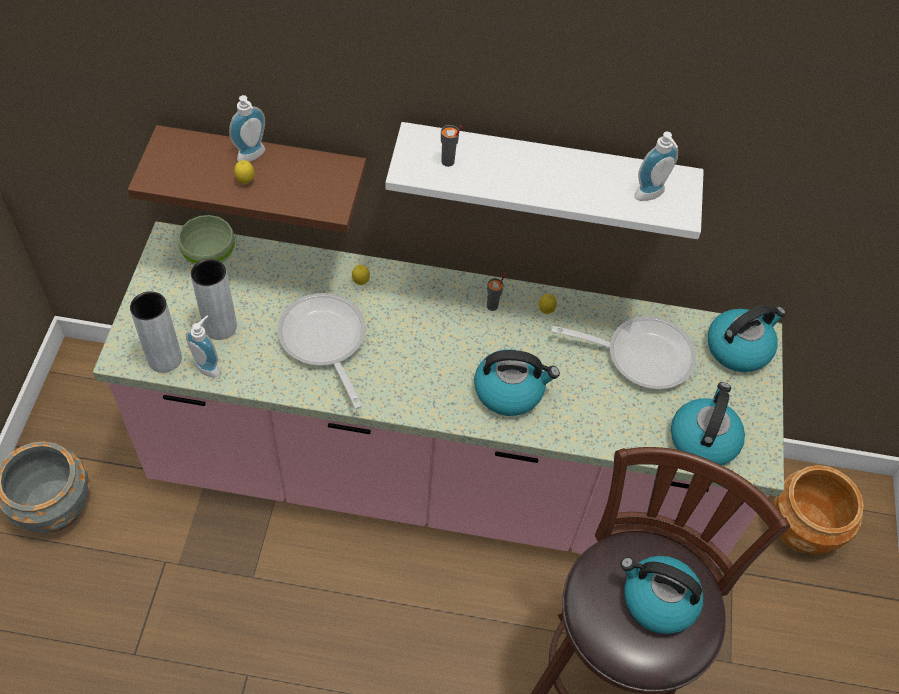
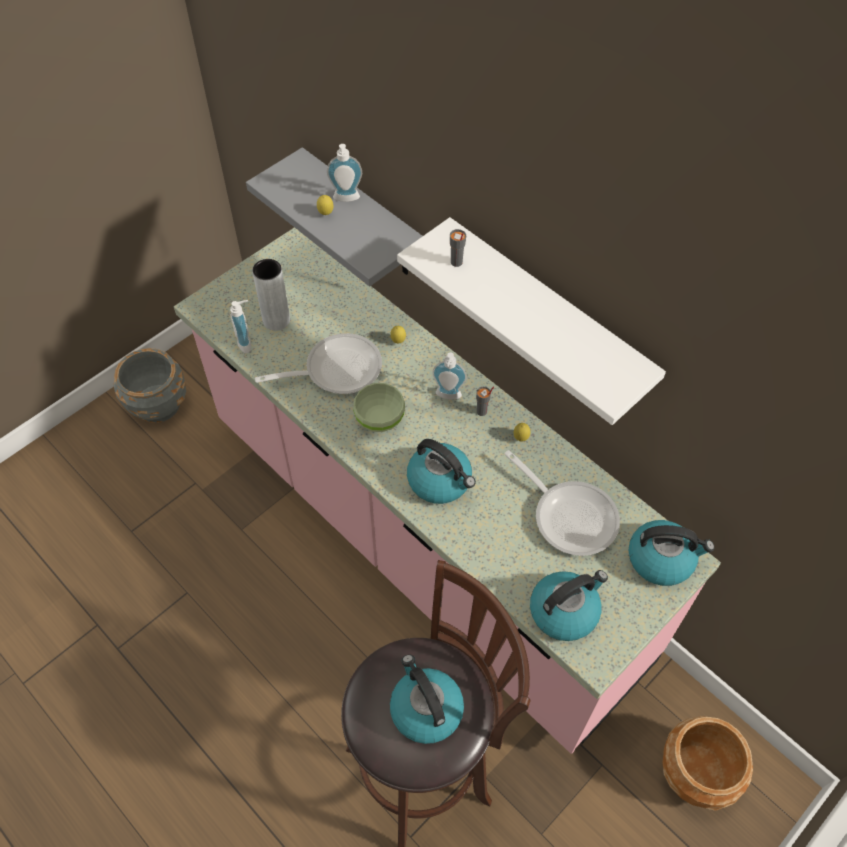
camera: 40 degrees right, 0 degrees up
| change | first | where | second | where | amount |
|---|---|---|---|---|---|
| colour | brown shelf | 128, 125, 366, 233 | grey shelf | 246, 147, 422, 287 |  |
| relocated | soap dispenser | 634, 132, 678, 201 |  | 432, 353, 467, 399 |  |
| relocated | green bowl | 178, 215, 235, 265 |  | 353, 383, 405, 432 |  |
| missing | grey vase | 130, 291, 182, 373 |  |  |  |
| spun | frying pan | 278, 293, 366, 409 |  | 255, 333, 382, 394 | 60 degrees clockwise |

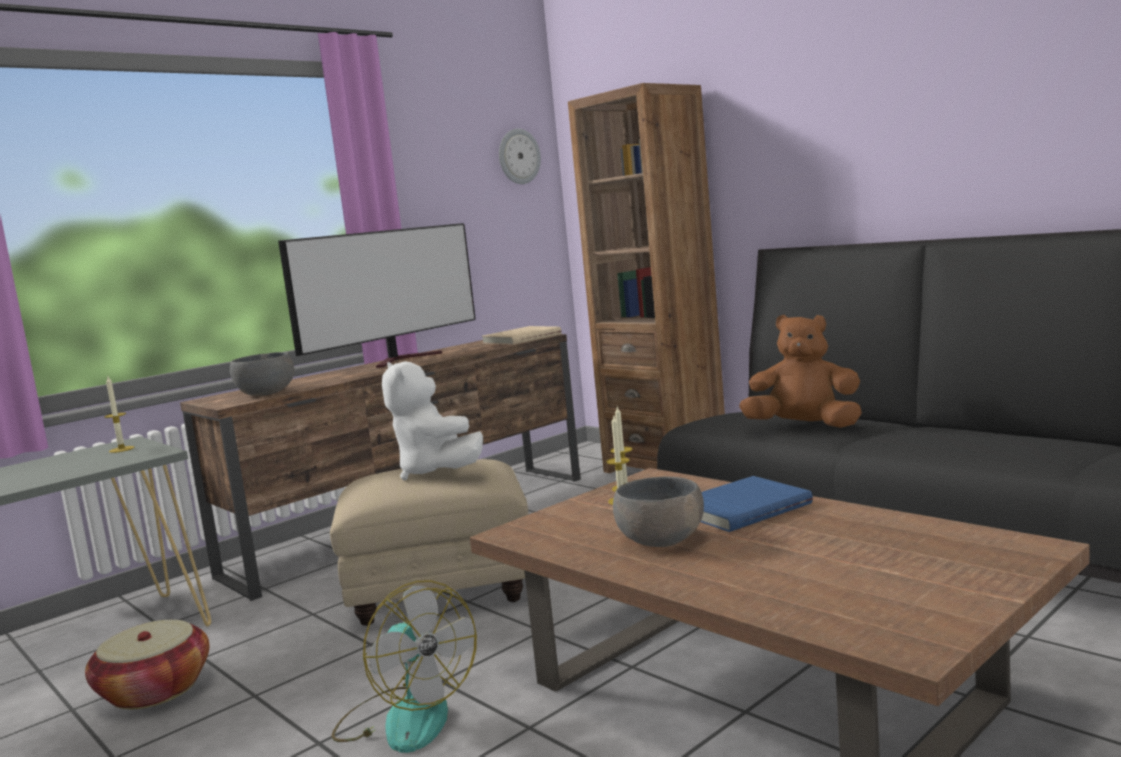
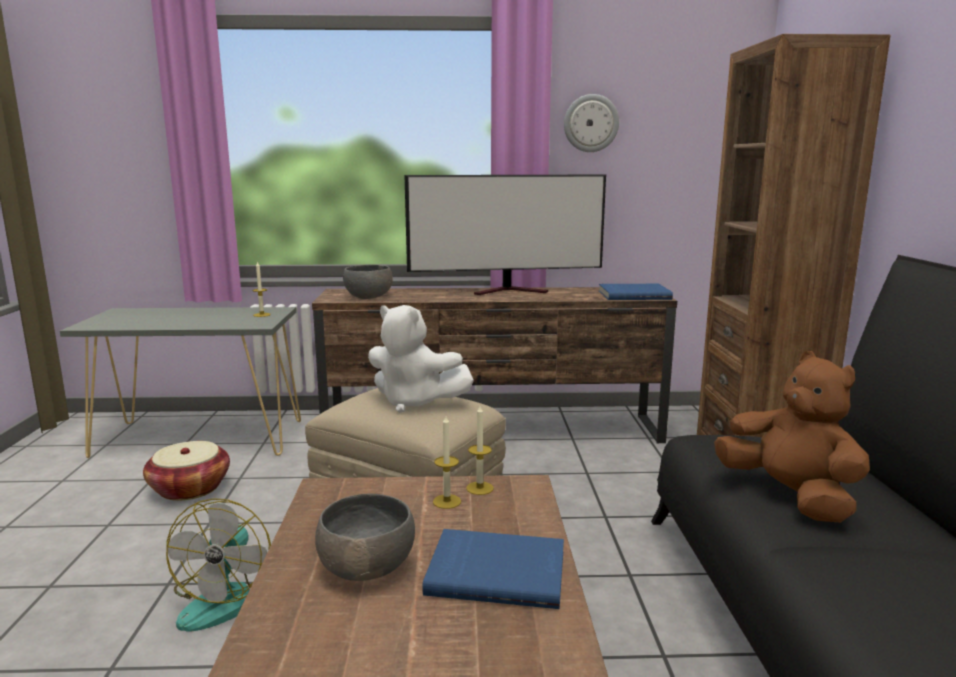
camera: 40 degrees right, 5 degrees up
| change | first | where | second | where | amount |
|---|---|---|---|---|---|
| relocated | wall clock | 499, 129, 541, 184 |  | 564, 94, 619, 152 |  |
| colour | beige book | 482, 326, 561, 345 | blue book | 599, 284, 673, 300 |  |
| spun | white plush toy | 382, 361, 483, 481 |  | 368, 305, 474, 413 | 75 degrees counterclockwise |

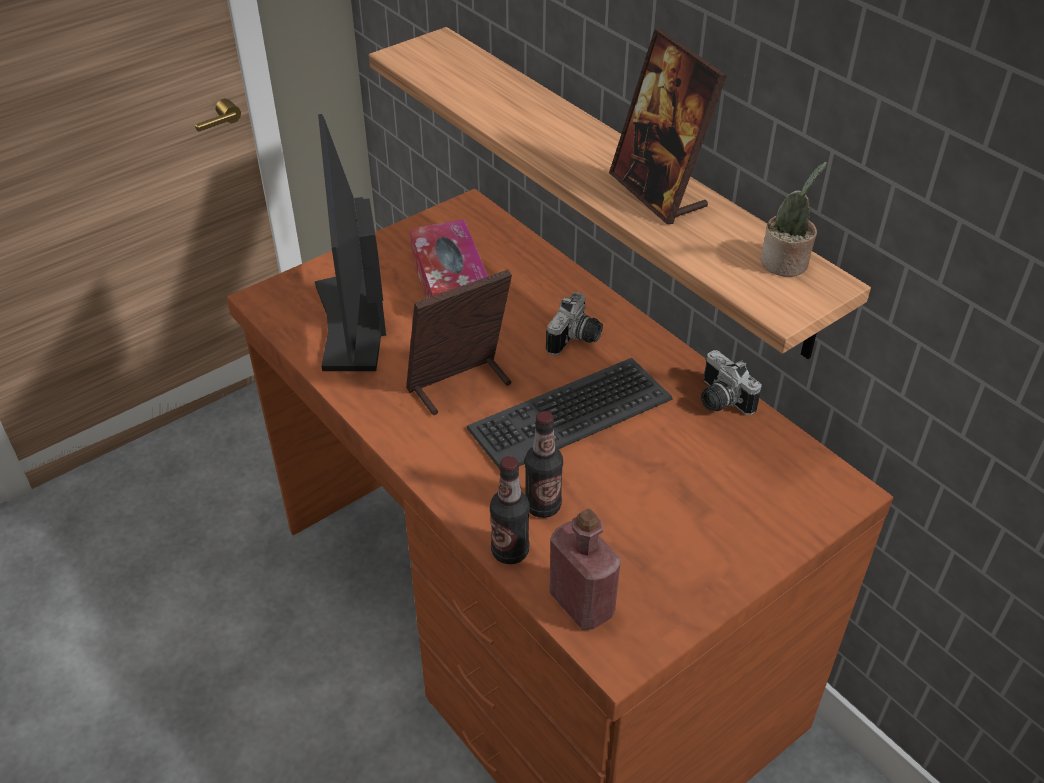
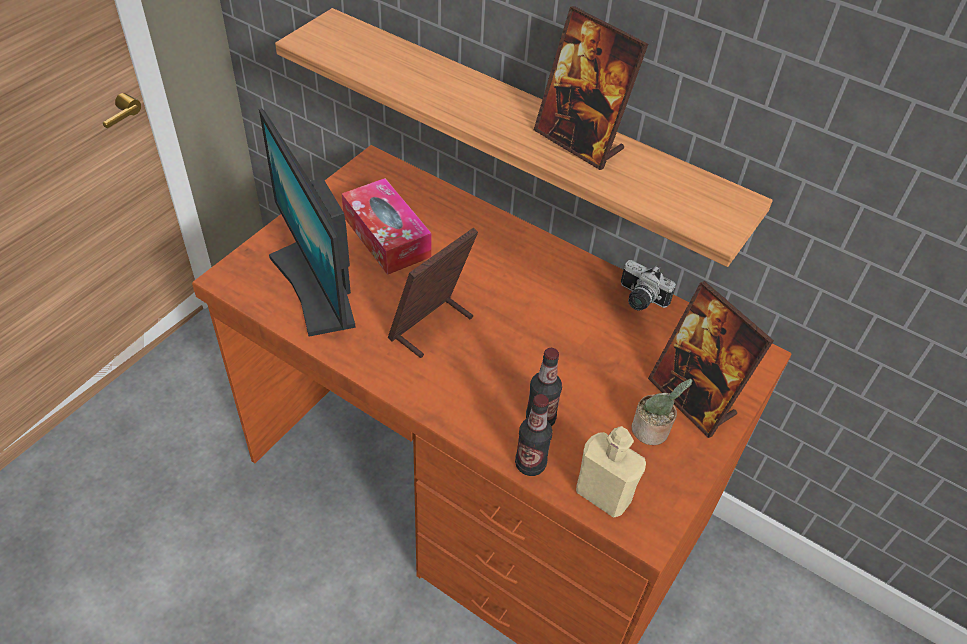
camera: 20 degrees left, 5 degrees up
| change | first | where | second | where | amount |
|---|---|---|---|---|---|
| relocated | potted plant | 761, 162, 827, 277 |  | 631, 379, 693, 445 |  |
| missing | photo camera | 546, 292, 603, 355 |  |  |  |
| missing | keyboard | 467, 358, 673, 469 |  |  |  |
| colour | red bottle | 550, 509, 621, 630 | beige bottle | 576, 426, 646, 518 |  |
| appeared |  |  | picture frame | 648, 281, 774, 438 |  |

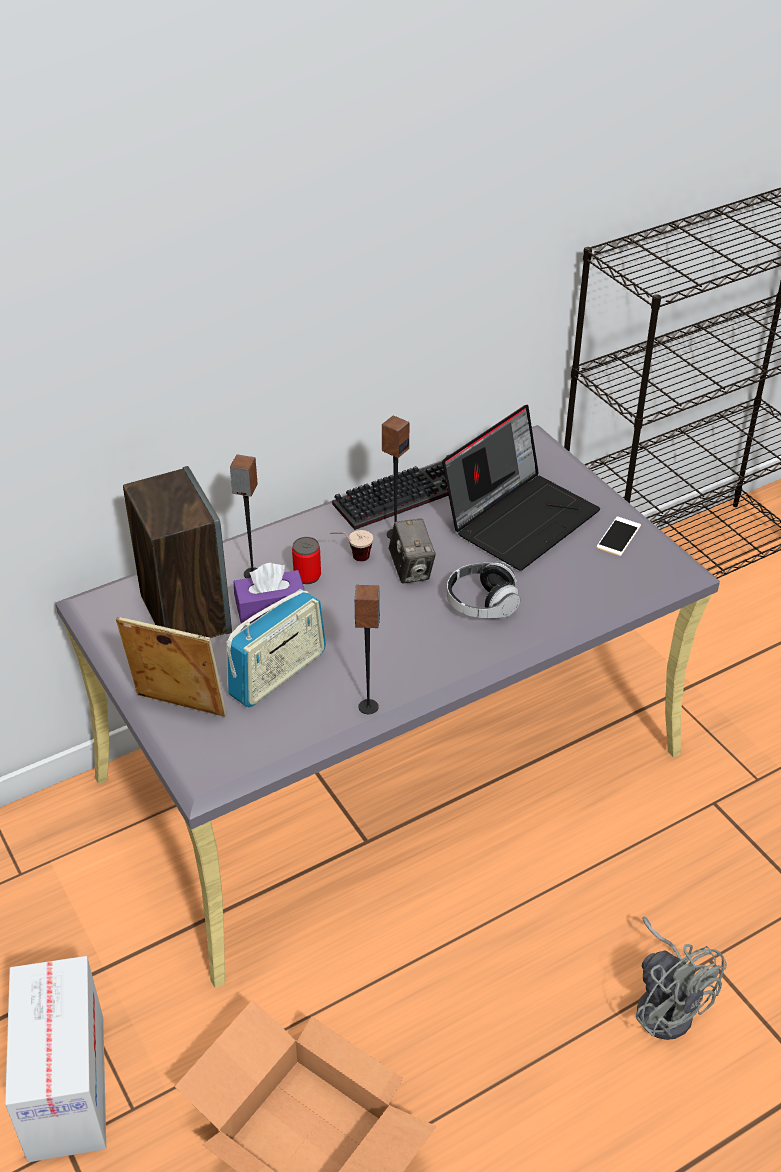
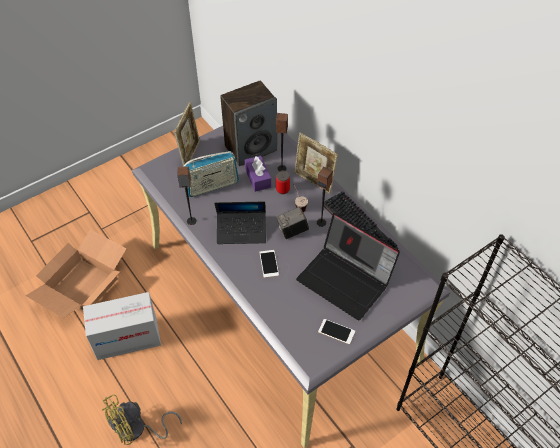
camera: 85 degrees right, 10 degrees up
| change | first | where | second | where | amount |
|---|---|---|---|---|---|
| exchanged | headphones | 447, 562, 520, 618 | phone | 259, 250, 279, 278 |  |
| spun | radio | 226, 589, 326, 707 |  | 184, 151, 239, 197 | 60 degrees counterclockwise |
| colour | grey fan | 636, 916, 727, 1040 | yellow fan | 102, 394, 182, 445 |  |
| relocated | cardboard box | 5, 956, 106, 1162 |  | 83, 292, 161, 360 |  |
| appeared |  |  | picture frame | 295, 132, 338, 194 |  |
| appeared |  |  | laptop | 214, 202, 266, 244 |  |

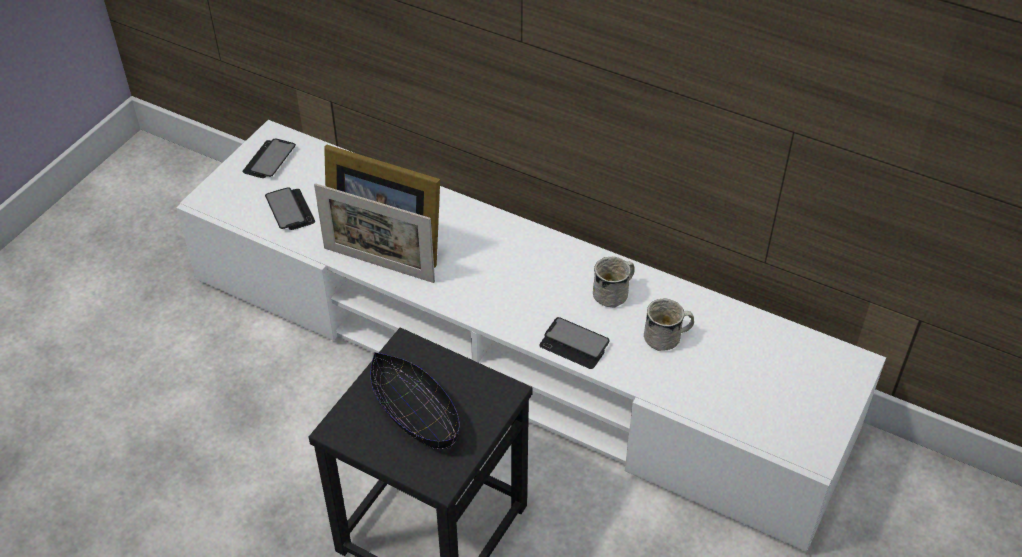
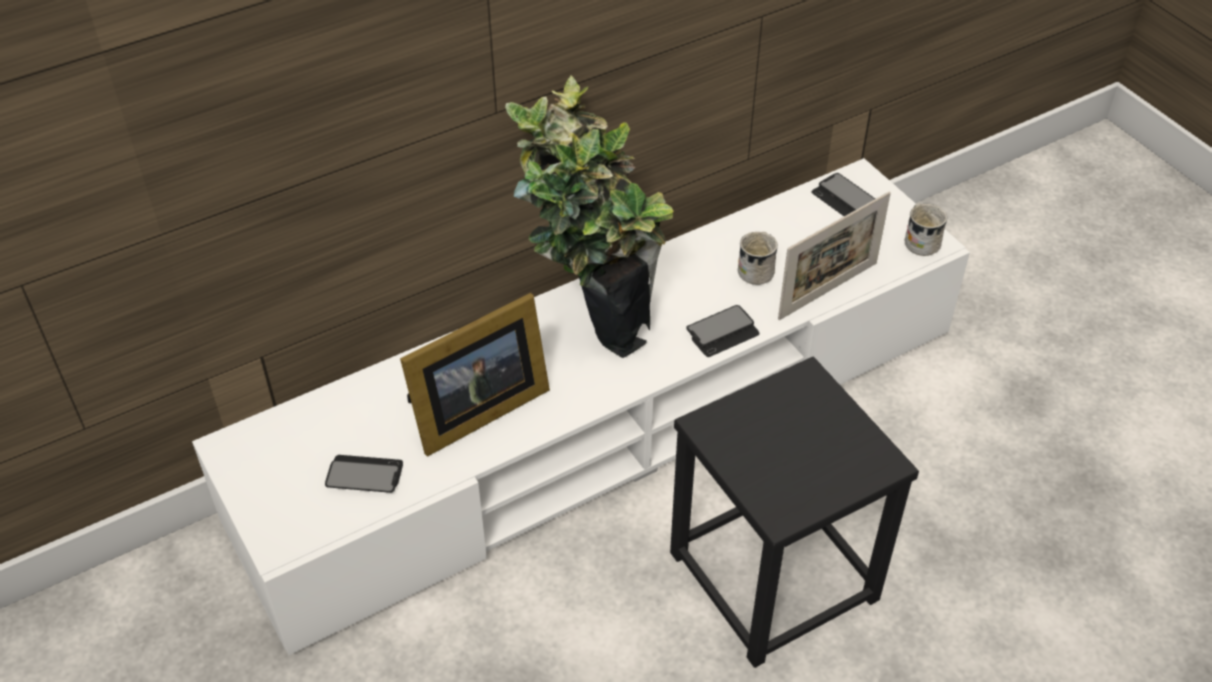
camera: 60 degrees left, 0 degrees up
| change | first | where | second | where | amount |
|---|---|---|---|---|---|
| relocated | phone | 243, 139, 296, 178 |  | 811, 173, 875, 216 |  |
| relocated | picture frame | 314, 183, 435, 283 |  | 778, 192, 891, 320 |  |
| relocated | white mug | 593, 257, 635, 308 |  | 905, 204, 947, 256 |  |
| missing | black bowl | 370, 352, 459, 449 |  |  |  |
| appeared |  |  | potted plant | 505, 75, 674, 358 |  |

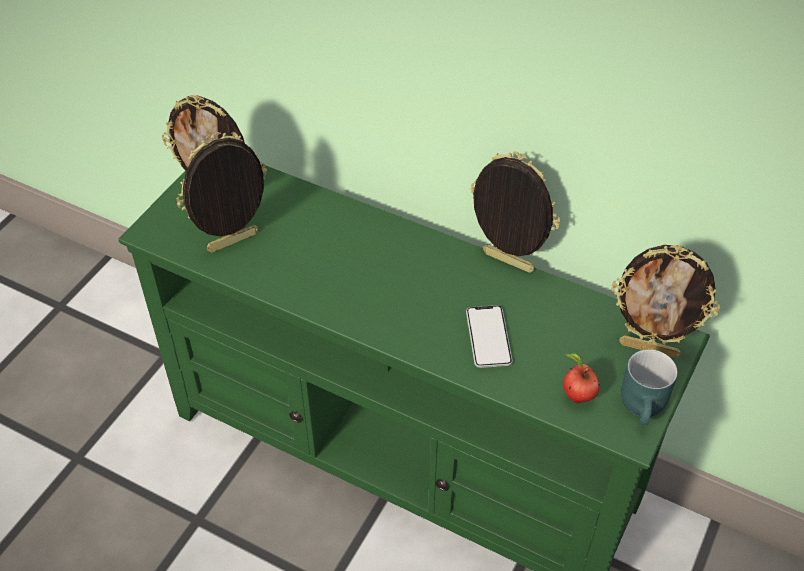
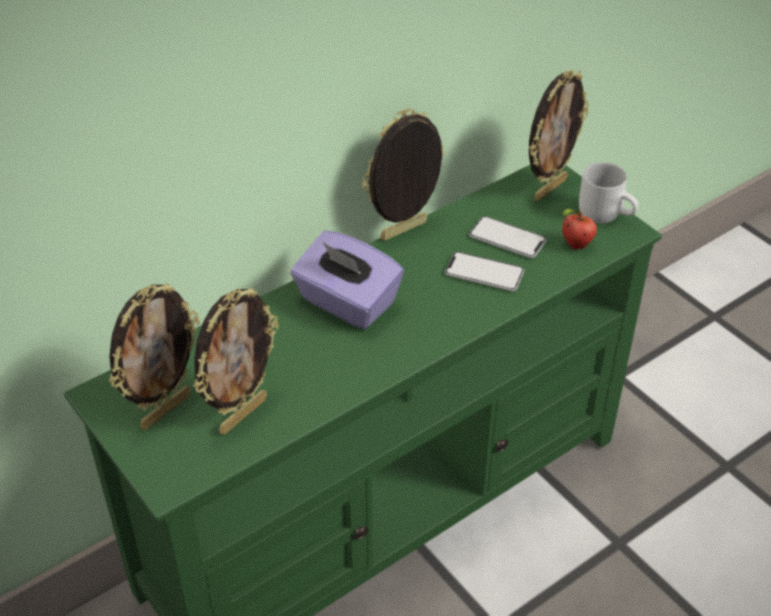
camera: 65 degrees left, 5 degrees down
| change | first | where | second | where | amount |
|---|---|---|---|---|---|
| spun | picture frame | 176, 132, 267, 252 |  | 194, 287, 279, 435 | 135 degrees counterclockwise |
| colour | turquoise mug | 621, 349, 678, 425 | white mug | 579, 162, 638, 223 |  |
| appeared |  |  | phone | 469, 216, 547, 258 |  |
| appeared |  |  | purple tissue box | 290, 230, 404, 329 |  |

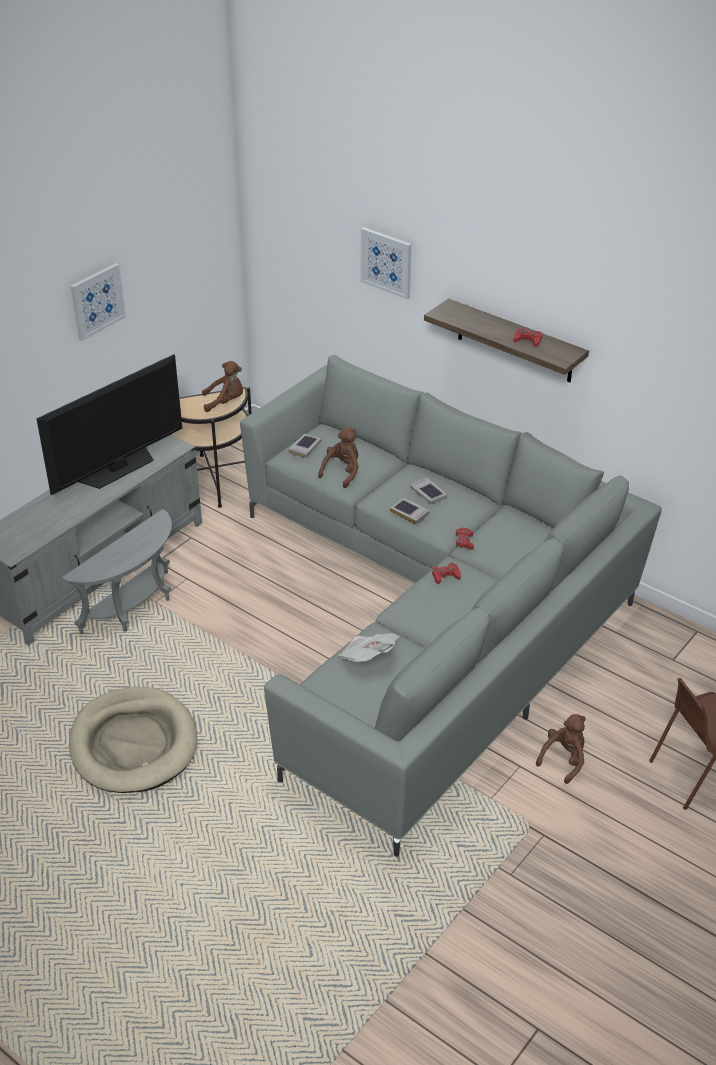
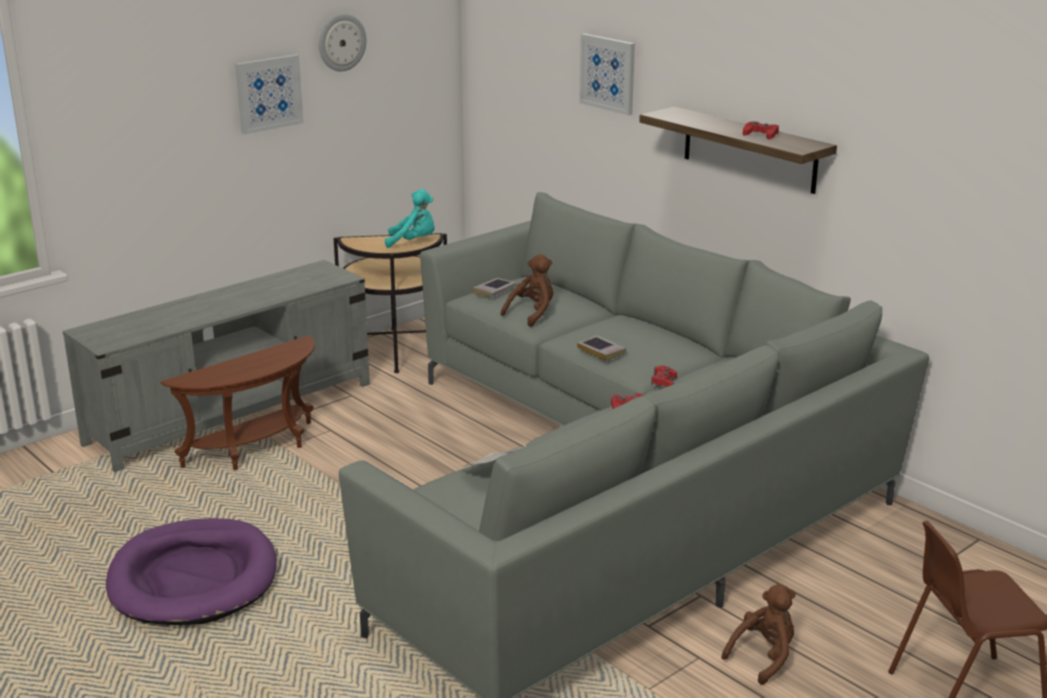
camera: 10 degrees right, 15 degrees down
| change | first | where | second | where | amount |
|---|---|---|---|---|---|
| missing | television | 36, 354, 182, 495 |  |  |  |
| colour | brown plush toy | 202, 361, 243, 412 | turquoise plush toy | 385, 189, 435, 248 |  |
| missing | book | 410, 477, 447, 504 |  |  |  |
| colour | grey side table | 62, 509, 172, 634 | brown side table | 160, 336, 315, 470 |  |
| colour | beige dog bed | 69, 687, 197, 793 | purple dog bed | 106, 518, 277, 625 |  |
| appeared |  |  | wall clock | 319, 14, 366, 71 |  |

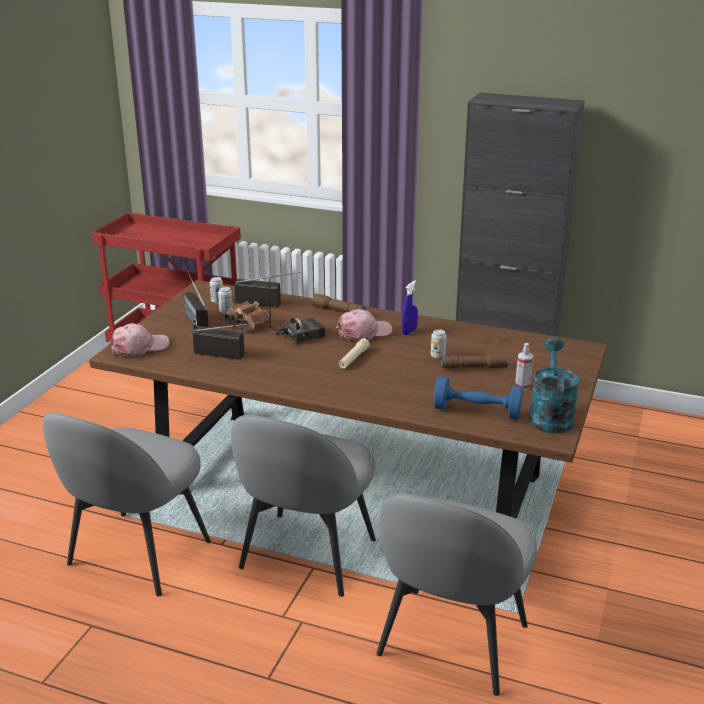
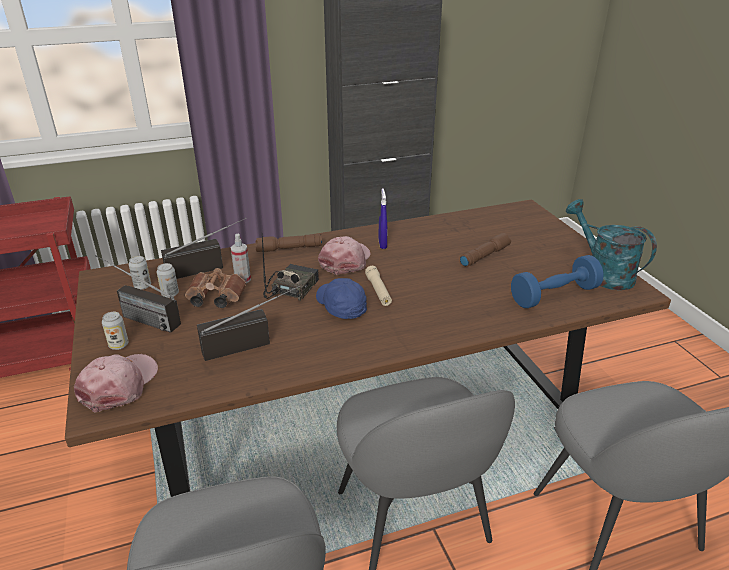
camera: 40 degrees left, 5 degrees up
| change | first | where | second | where | amount |
|---|---|---|---|---|---|
| relocated | can | 431, 329, 446, 359 |  | 102, 312, 129, 350 |  |
| relocated | spray bottle | 515, 343, 533, 390 |  | 231, 234, 251, 283 |  |
| appeared |  |  | blue cap | 316, 278, 367, 319 |  |

